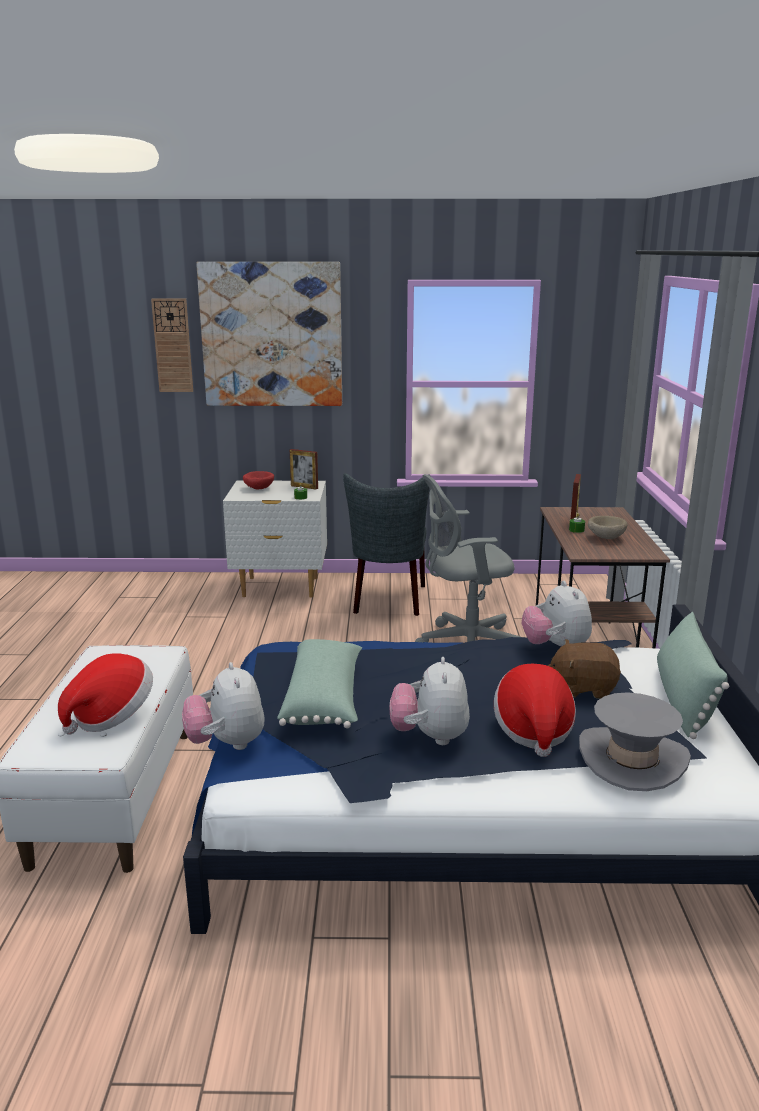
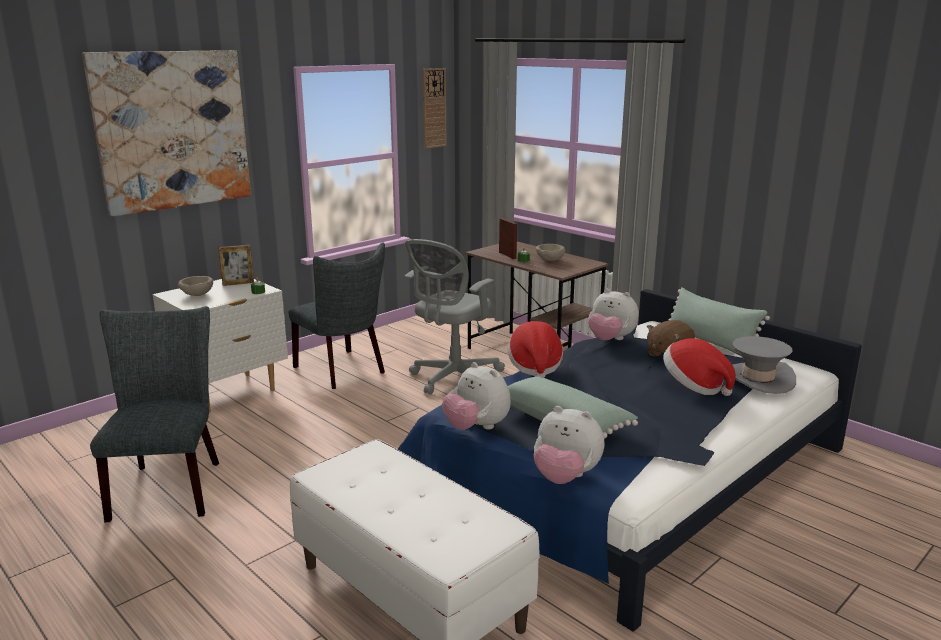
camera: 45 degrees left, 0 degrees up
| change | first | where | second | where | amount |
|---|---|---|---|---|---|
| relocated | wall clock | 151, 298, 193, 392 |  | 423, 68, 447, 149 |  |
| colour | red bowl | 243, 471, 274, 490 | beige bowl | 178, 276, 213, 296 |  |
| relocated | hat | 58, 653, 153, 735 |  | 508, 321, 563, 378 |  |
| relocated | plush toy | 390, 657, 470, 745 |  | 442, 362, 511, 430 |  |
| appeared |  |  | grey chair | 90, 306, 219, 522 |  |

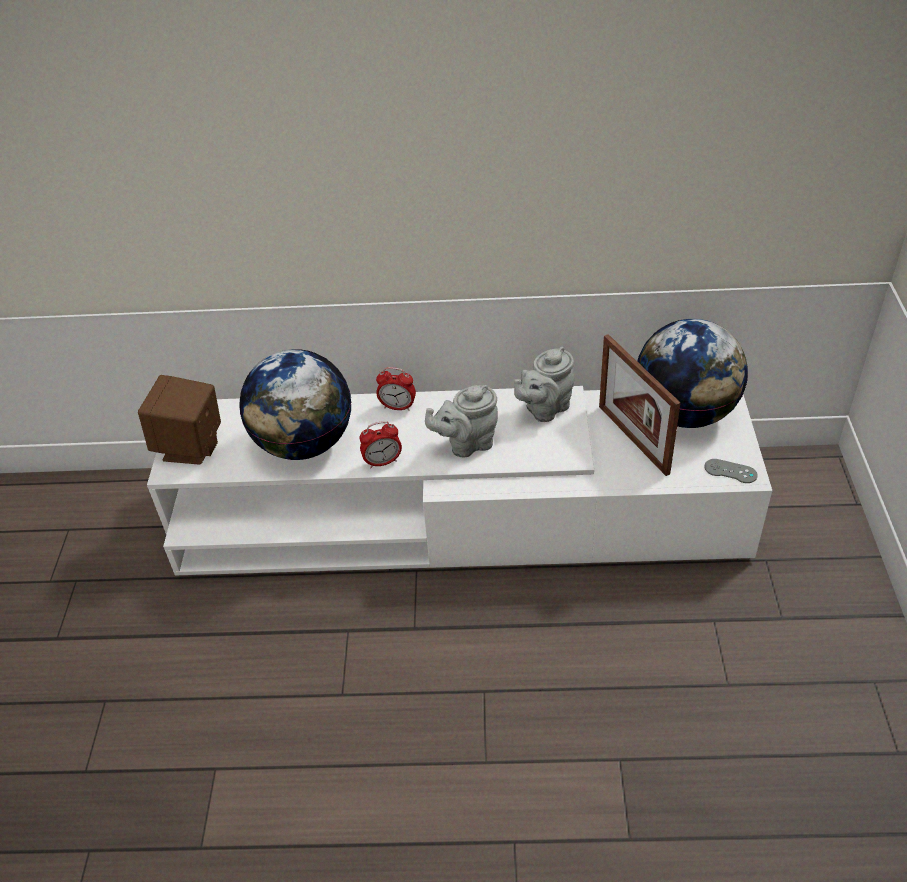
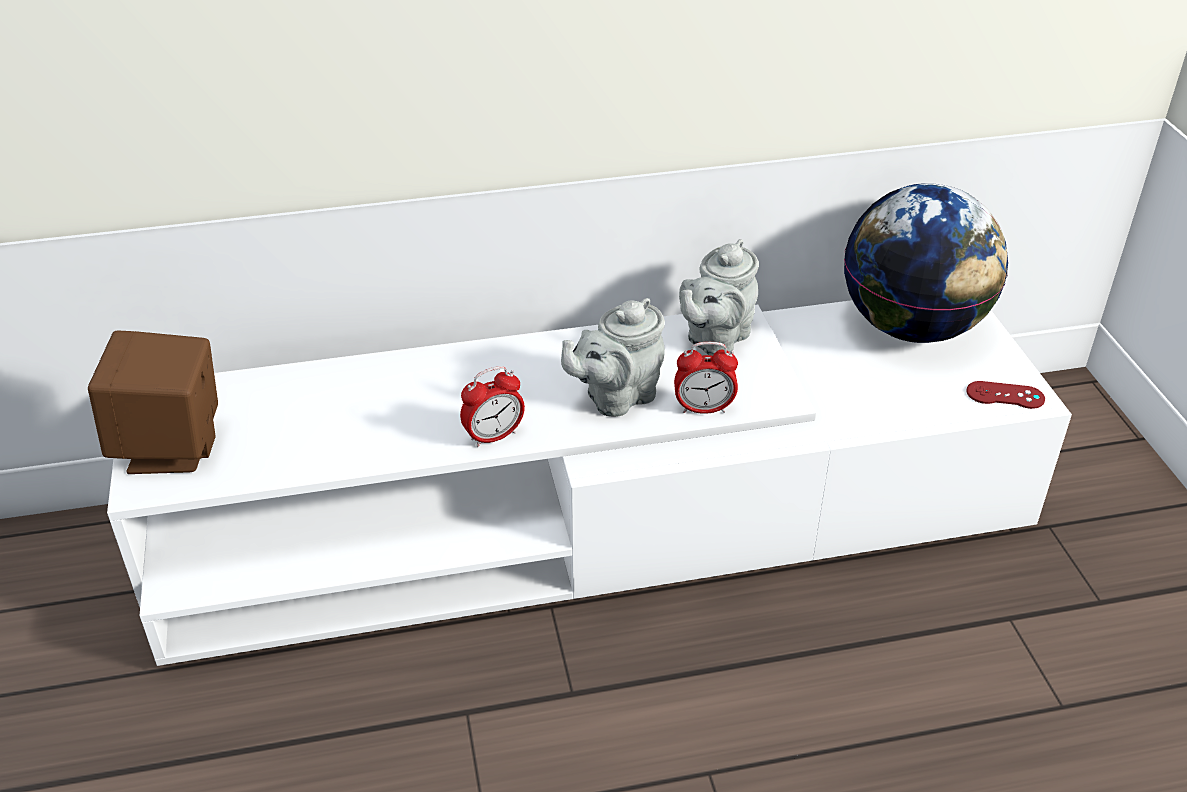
camera: 15 degrees left, 5 degrees down
| change | first | where | second | where | amount |
|---|---|---|---|---|---|
| missing | picture frame | 599, 334, 681, 476 |  |  |  |
| missing | globe | 239, 349, 351, 460 |  |  |  |
| relocated | alarm clock | 376, 367, 416, 411 |  | 674, 342, 738, 414 |  |
| colour | grey game controller | 704, 459, 758, 483 | red game controller | 966, 381, 1045, 409 |  |

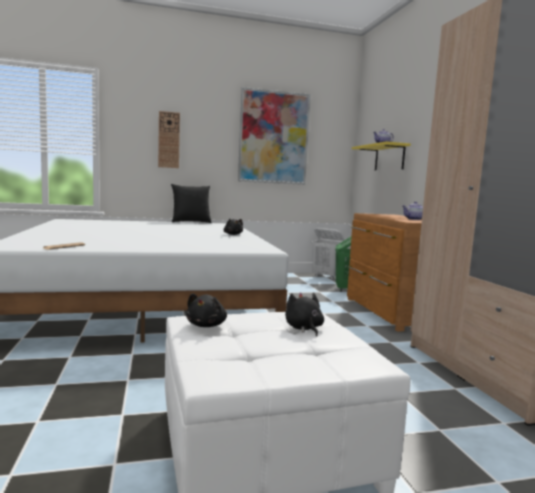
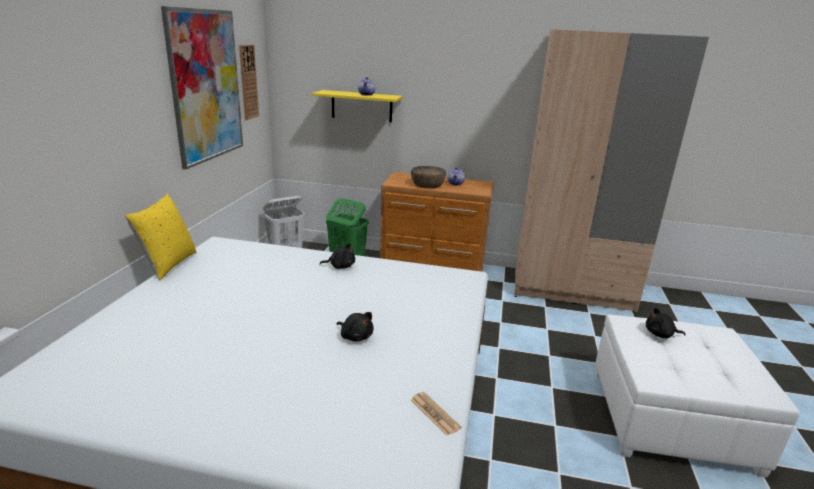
camera: 65 degrees left, 15 degrees up
| change | first | where | second | where | amount |
|---|---|---|---|---|---|
| relocated | wall clock | 158, 111, 180, 168 |  | 239, 44, 259, 120 |  |
| colour | black pillow | 171, 184, 212, 223 | yellow pillow | 125, 194, 196, 280 |  |
| relocated | black plush toy | 186, 293, 227, 327 |  | 337, 312, 374, 341 |  |
| appeared |  |  | brown bowl | 411, 166, 446, 189 |  |

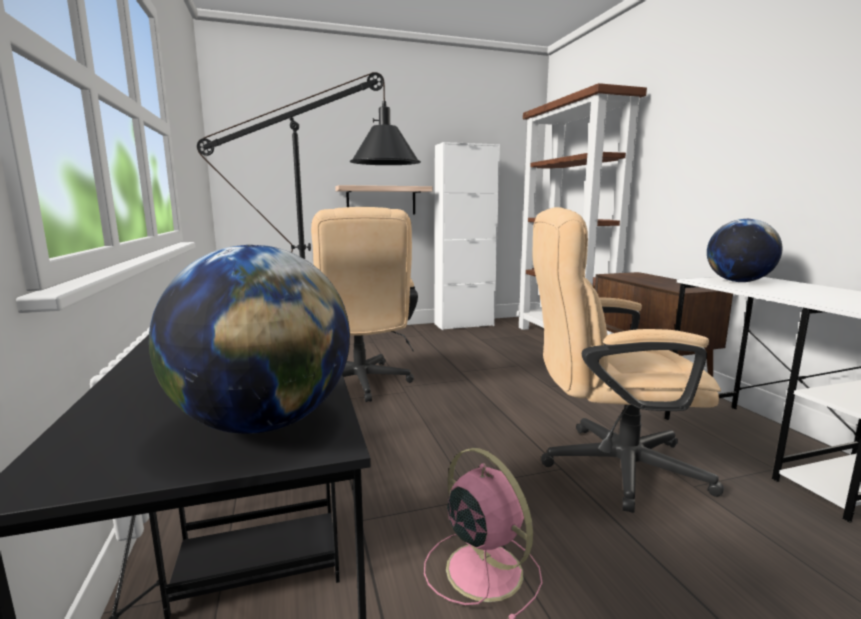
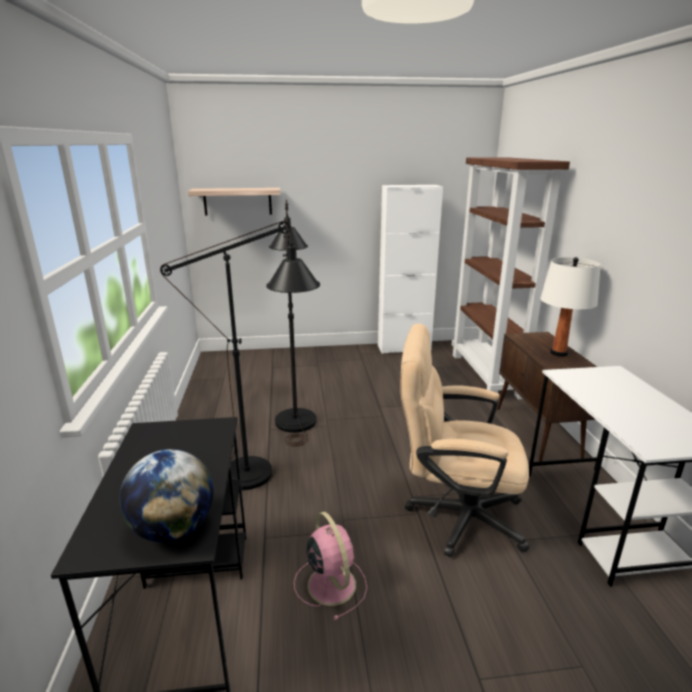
camera: 10 degrees right, 10 degrees up
| change | first | where | second | where | amount |
|---|---|---|---|---|---|
| relocated | shelf | 335, 185, 432, 215 |  | 188, 188, 280, 216 |  |
| exchanged | beige office chair | 311, 207, 418, 402 | black floor lamp | 269, 199, 316, 447 |  |
| missing | globe | 707, 219, 782, 282 |  |  |  |
| appeared |  |  | white table lamp | 540, 257, 601, 357 |  |

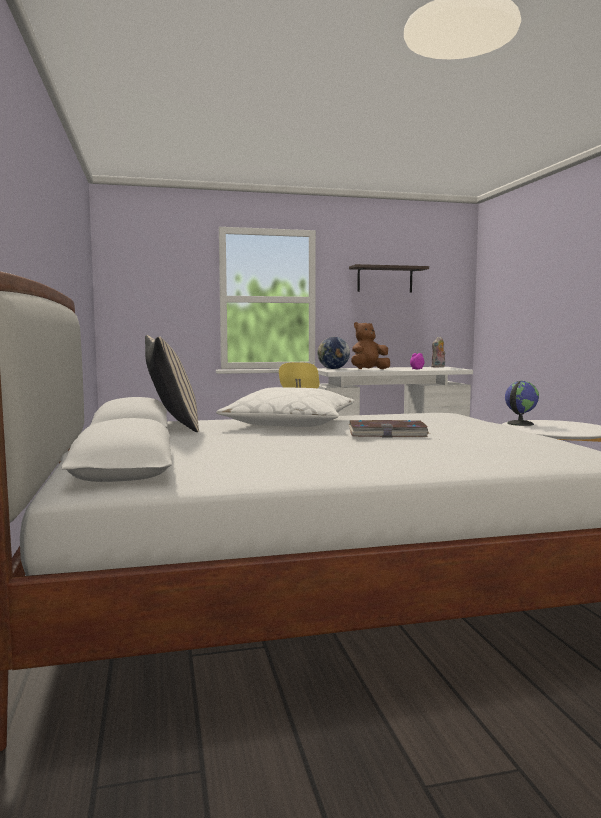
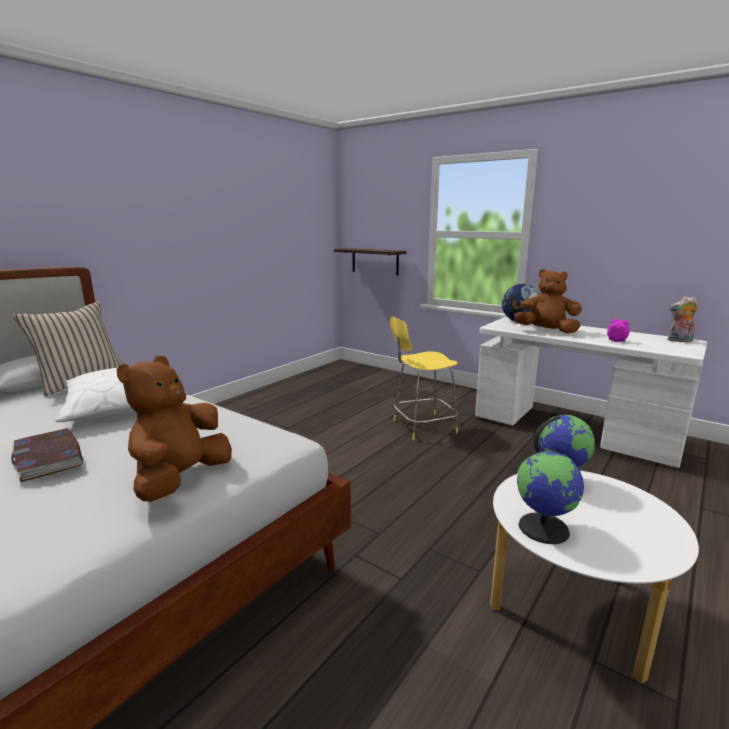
camera: 50 degrees right, 10 degrees up
| change | first | where | second | where | amount |
|---|---|---|---|---|---|
| relocated | shelf | 349, 264, 429, 293 |  | 334, 248, 407, 275 |  |
| appeared |  |  | brown plush toy | 116, 356, 232, 502 |  |
| appeared |  |  | globe | 517, 450, 584, 544 |  |

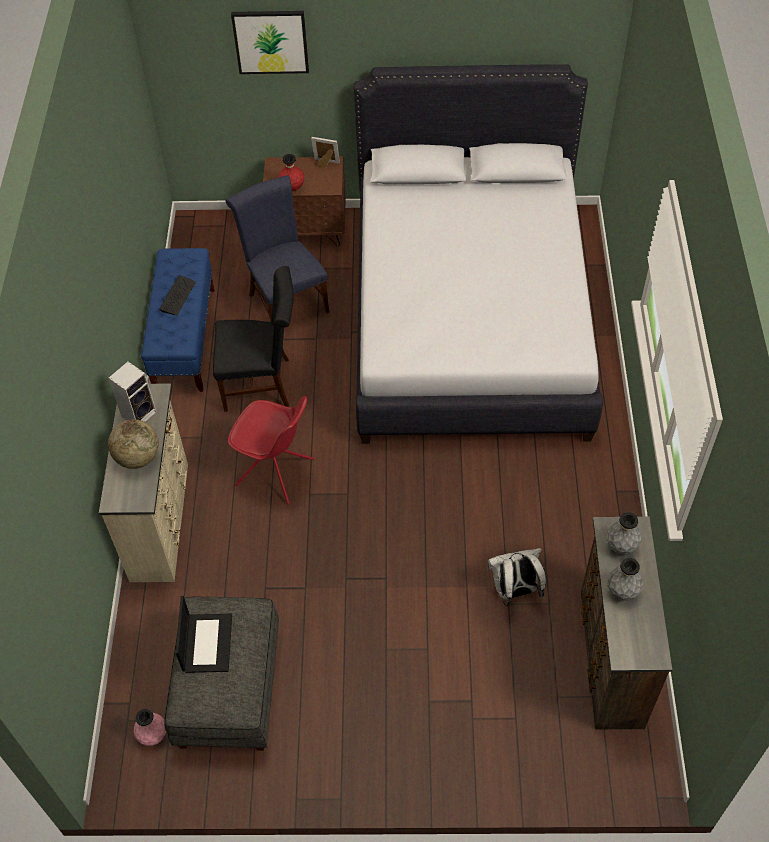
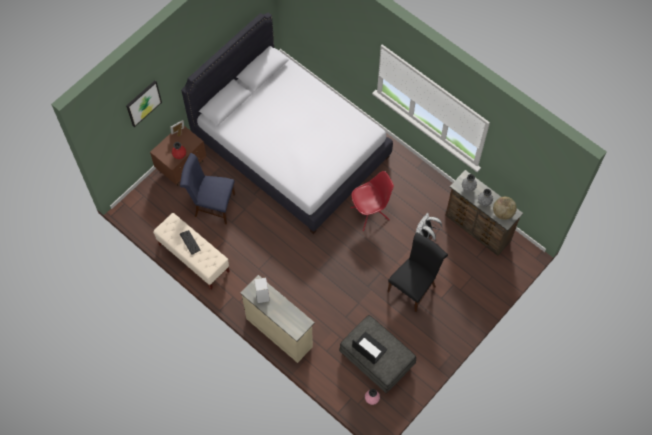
camera: 50 degrees left, 10 degrees up
| change | first | where | second | where | amount |
|---|---|---|---|---|---|
| colour | blue bench | 141, 248, 215, 392 | beige bench | 153, 213, 230, 290 |  |
| relocated | black chair | 213, 266, 294, 412 |  | 387, 232, 448, 312 |  |
| relocated | red chair | 228, 396, 314, 504 |  | 350, 171, 394, 231 |  |
| relocated | globe | 108, 419, 159, 469 |  | 493, 197, 517, 220 |  |

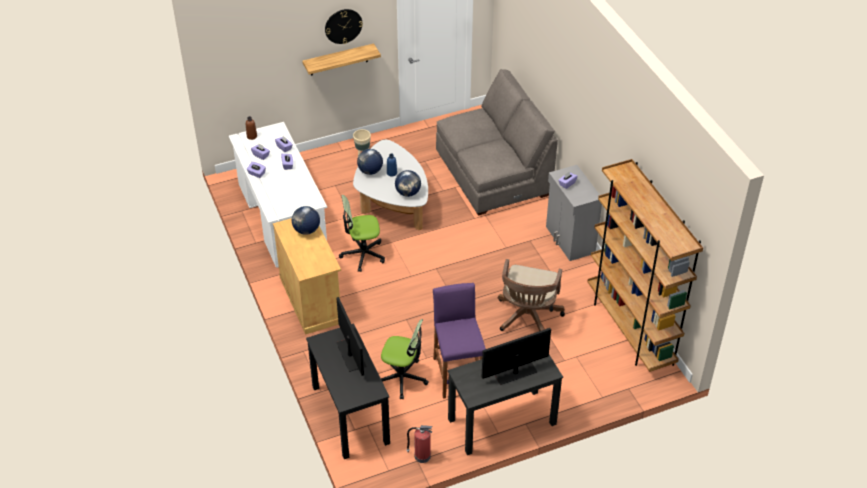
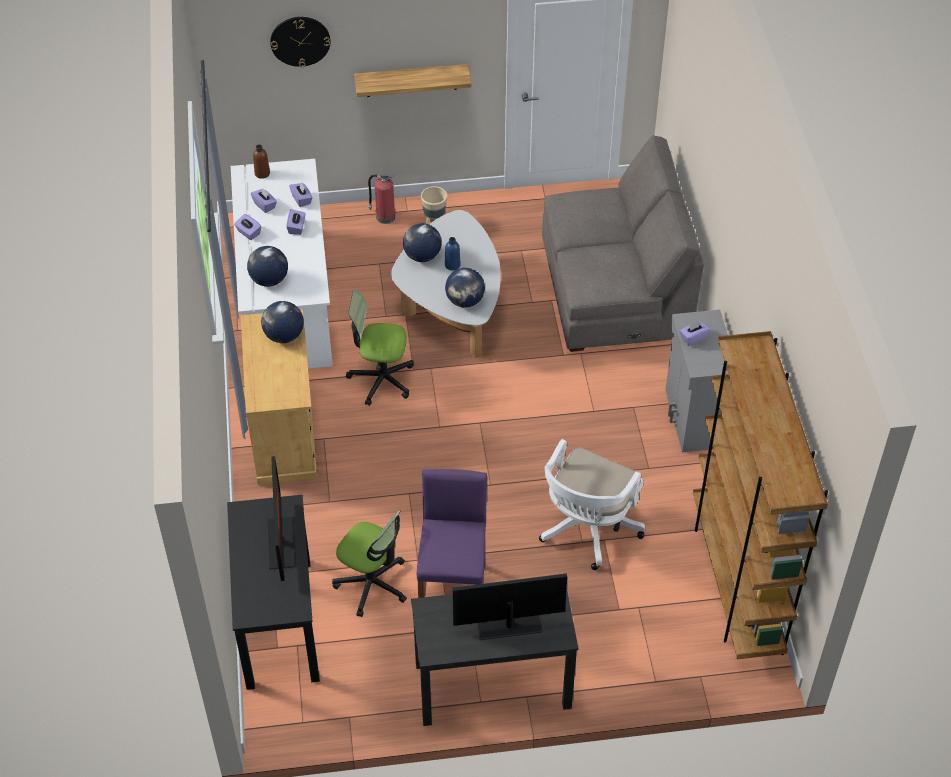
camera: 15 degrees right, 5 degrees up
| change | first | where | second | where | amount |
|---|---|---|---|---|---|
| relocated | wall clock | 325, 9, 363, 44 |  | 270, 17, 330, 67 |  |
| colour | brown office chair | 498, 259, 565, 331 | white office chair | 539, 439, 645, 570 |  |
| relocated | fire extinguisher | 406, 425, 432, 463 |  | 368, 173, 395, 224 |  |
| appeared |  |  | globe | 247, 246, 288, 287 |  |

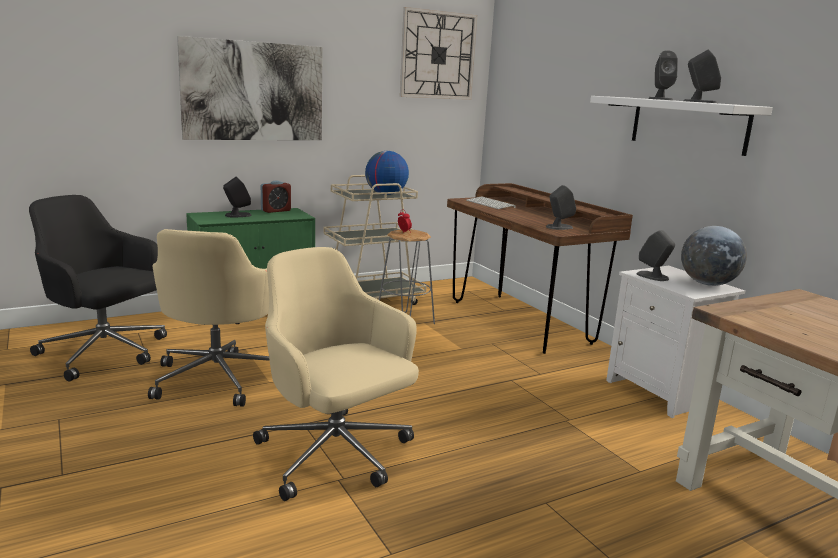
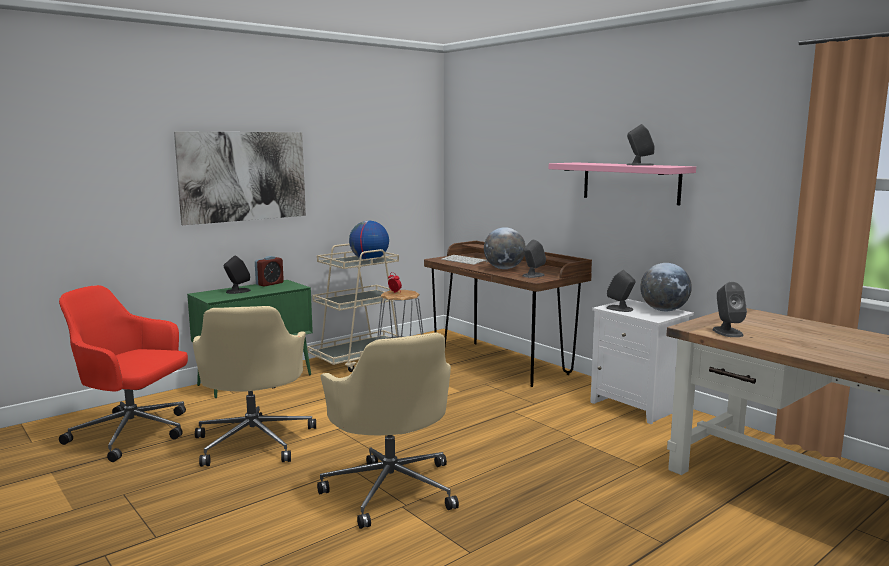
camera: 10 degrees left, 5 degrees down
| change | first | where | second | where | amount |
|---|---|---|---|---|---|
| missing | wall clock | 400, 7, 477, 100 |  |  |  |
| relocated | grey speaker | 649, 50, 678, 100 |  | 712, 282, 747, 337 |  |
| colour | white shelf | 590, 96, 773, 156 | pink shelf | 549, 162, 696, 205 |  |
| colour | black office chair | 29, 195, 167, 382 | red office chair | 59, 285, 188, 462 |  |
| spun | beige office chair | 253, 247, 419, 501 |  | 317, 332, 459, 529 | 150 degrees counterclockwise |
| appeared |  |  | globe | 484, 227, 525, 269 |  |

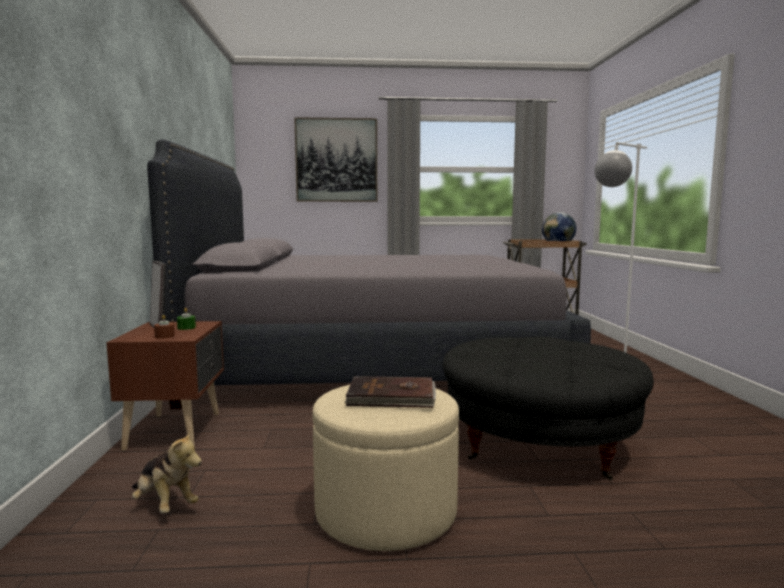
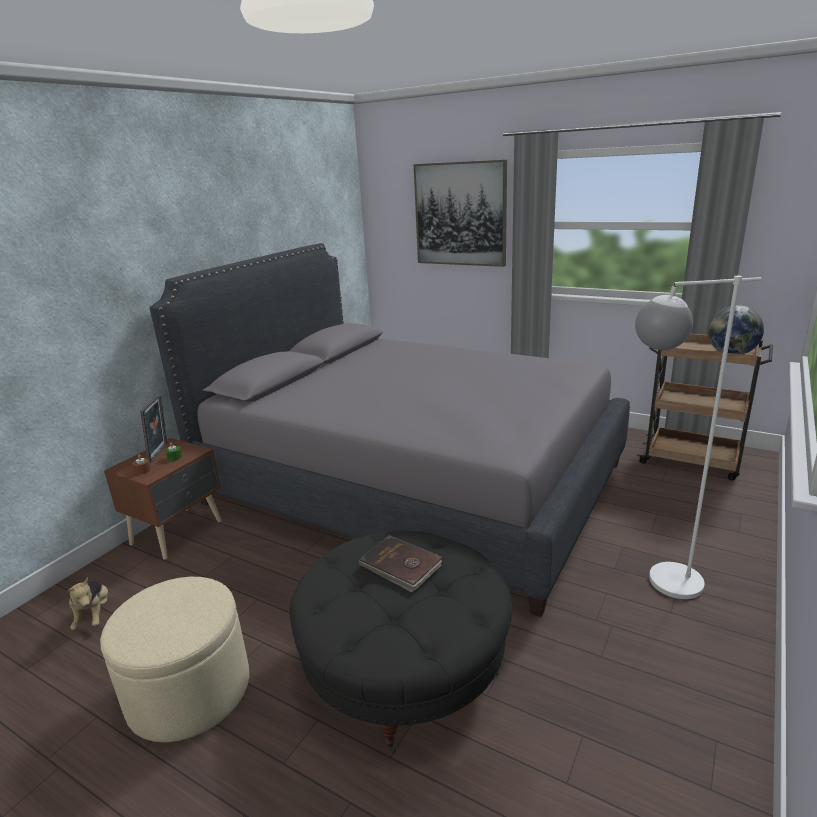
camera: 35 degrees right, 15 degrees up
| change | first | where | second | where | amount |
|---|---|---|---|---|---|
| relocated | brown book | 344, 376, 436, 408 |  | 359, 535, 443, 592 |  |

